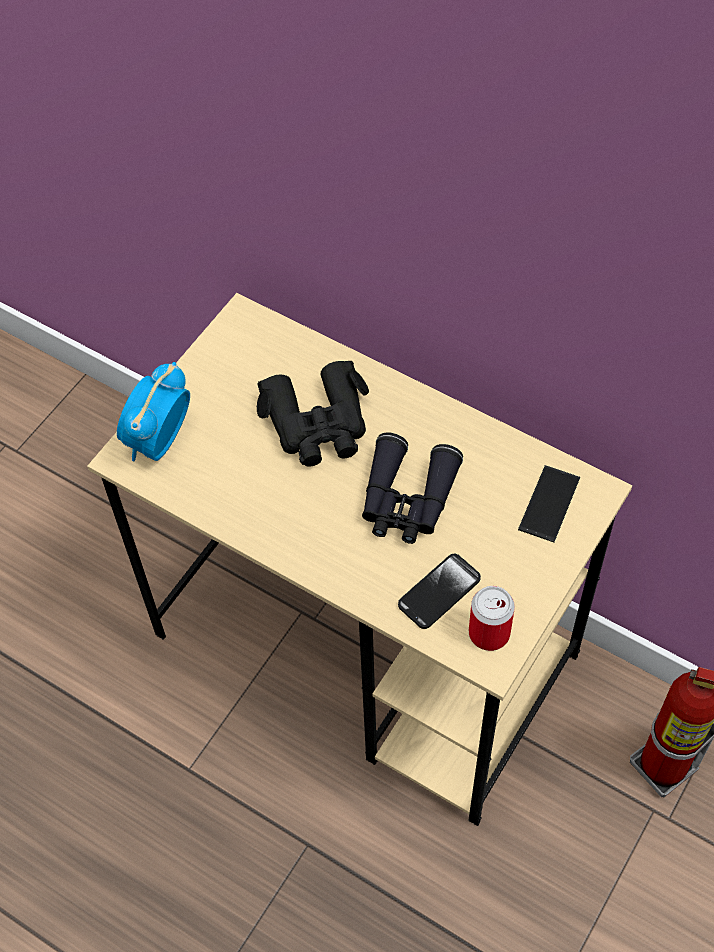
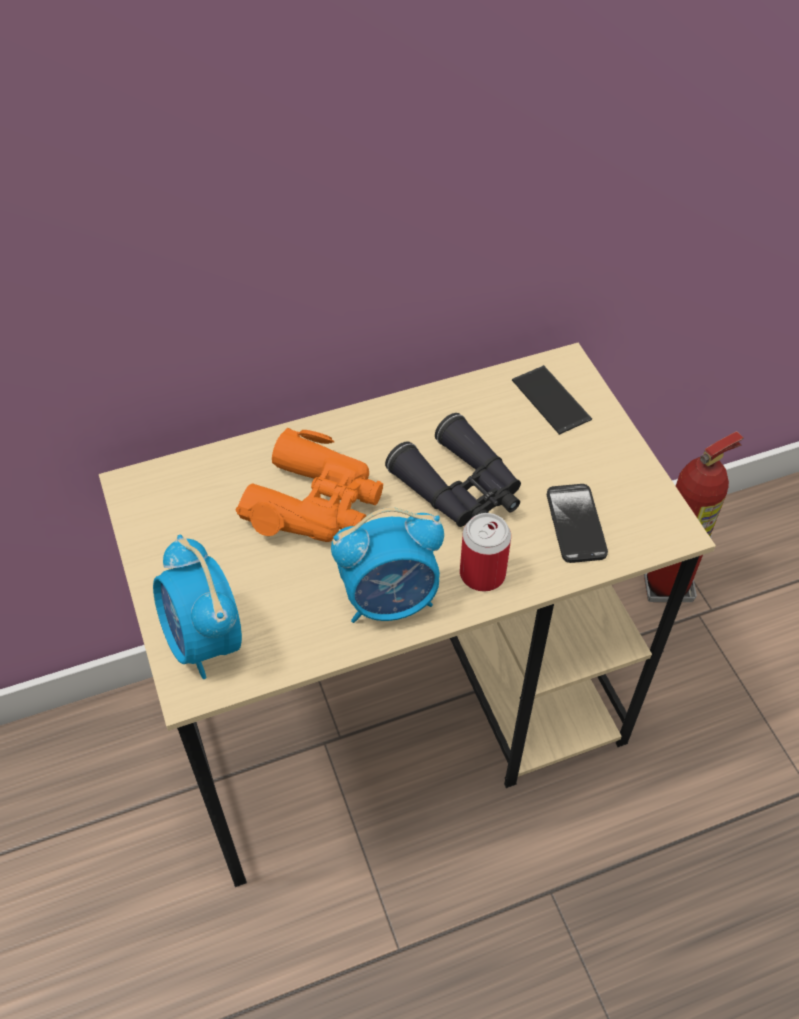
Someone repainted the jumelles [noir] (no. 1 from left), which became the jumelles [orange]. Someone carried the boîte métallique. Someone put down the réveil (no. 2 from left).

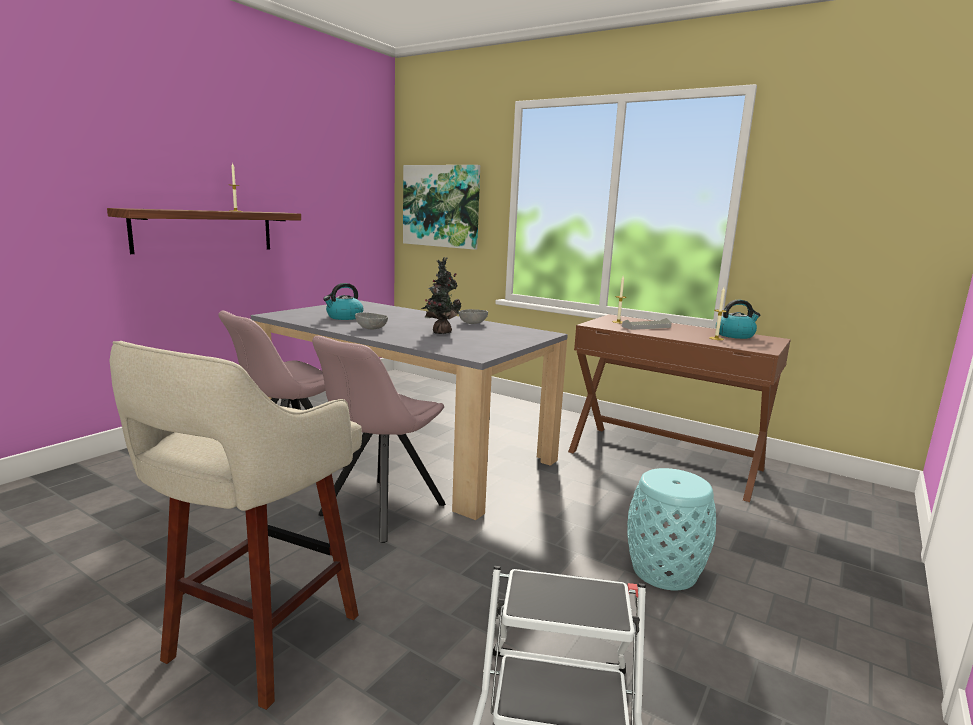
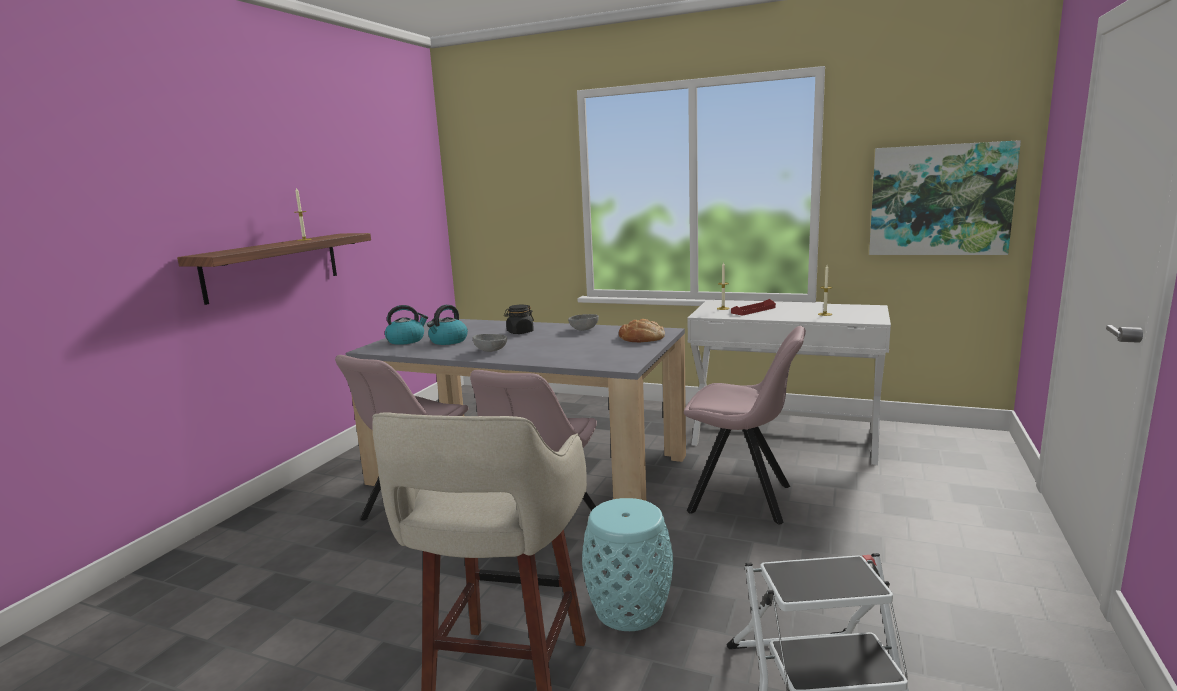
Someone carried the tableau. Someone took away the plante en pot. Someone carried the bouilloire (no. 2 from left in the first image). Someone repainted the table console [marron], which became the table console [blanc]. Someone repainted the plateau [gris], which became the plateau [rouge]. Someone carried the tabouret [turquoise]. Someone put down the bocal [noir]. Someone put down the pain. Someone put down the chaise [rose] (no. 3 from left).

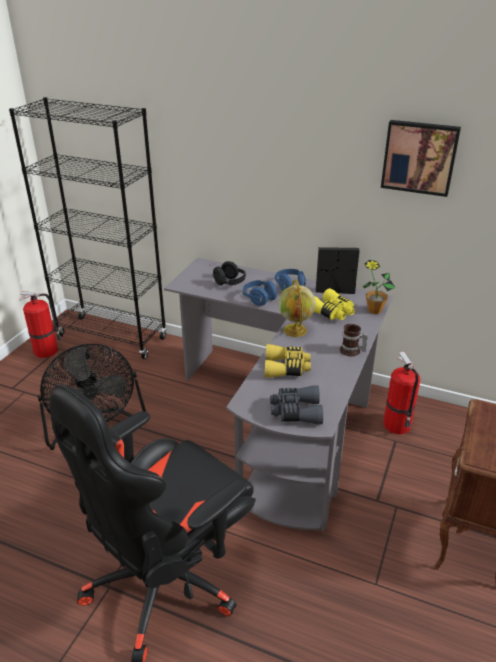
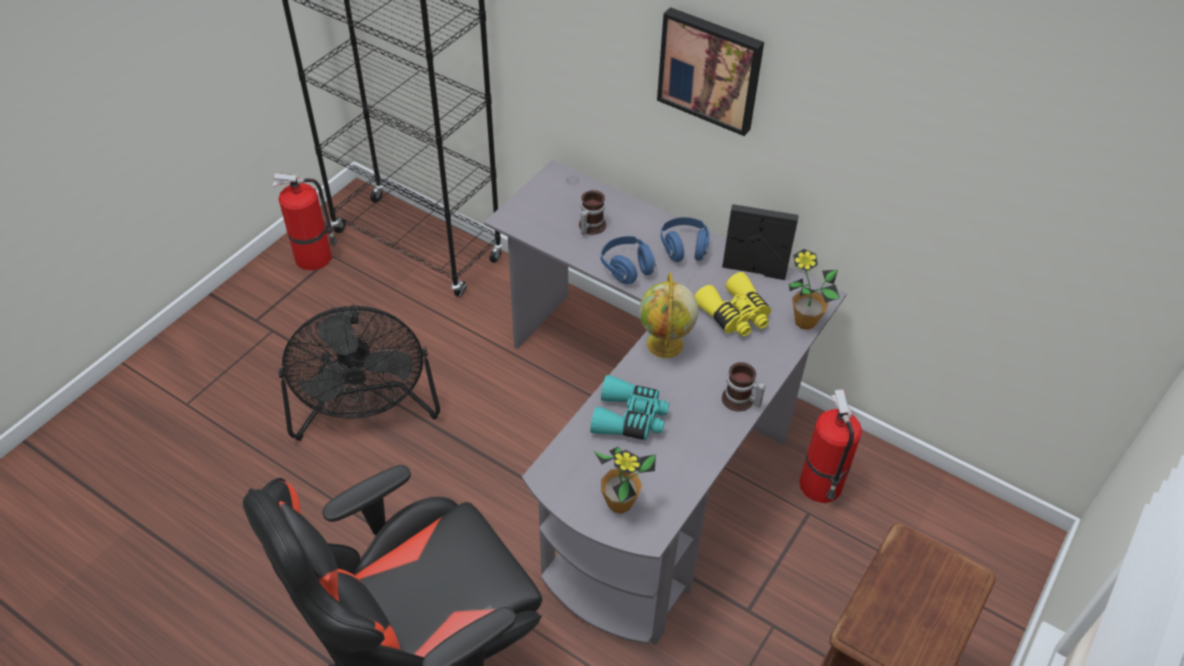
Someone carried the tableau. Someone swapped the casque audio [noir] for the mug (no. 1 from left). Someone repainted the jumelles [jaune] (no. 1 from left), which became the jumelles [turquoise]. Someone swapped the jumelles [gris] for the plante en pot (no. 1 from left).

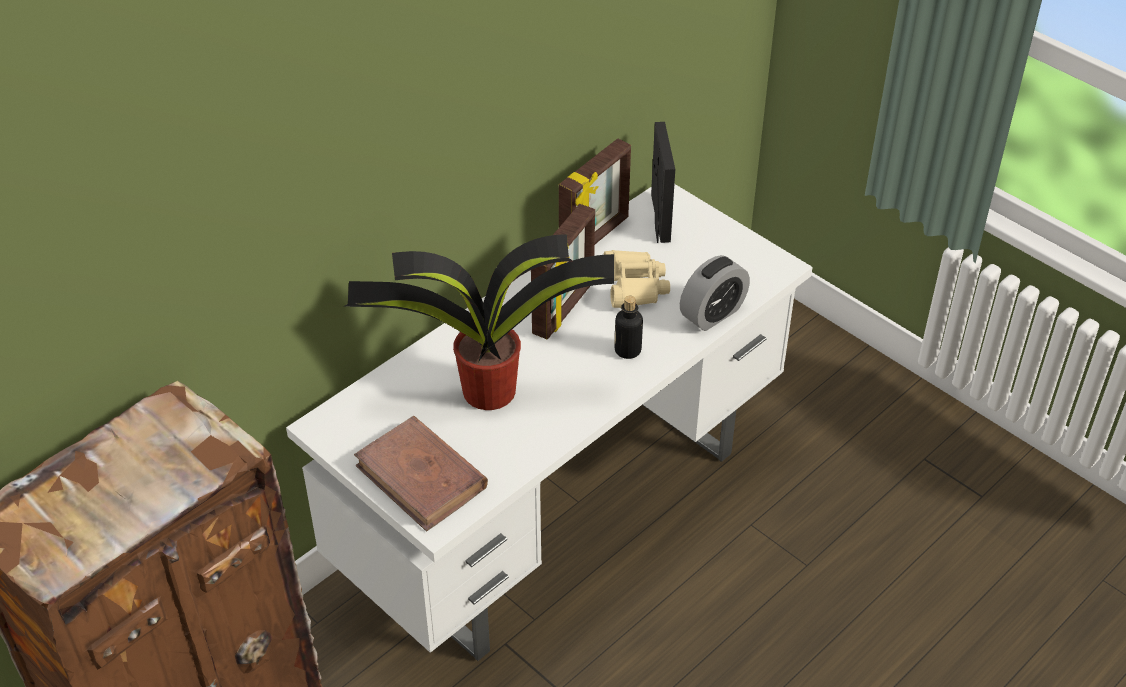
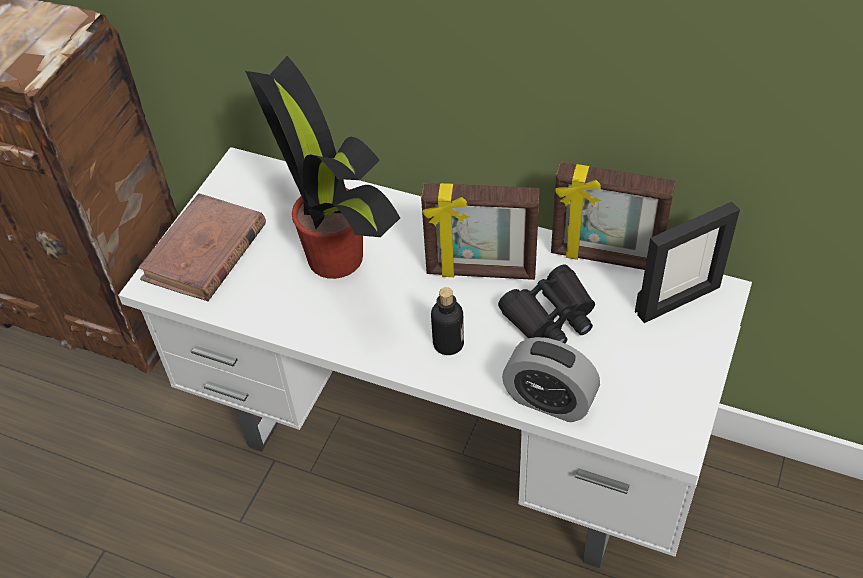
Someone repainted the jumelles [beige], which became the jumelles [noir].

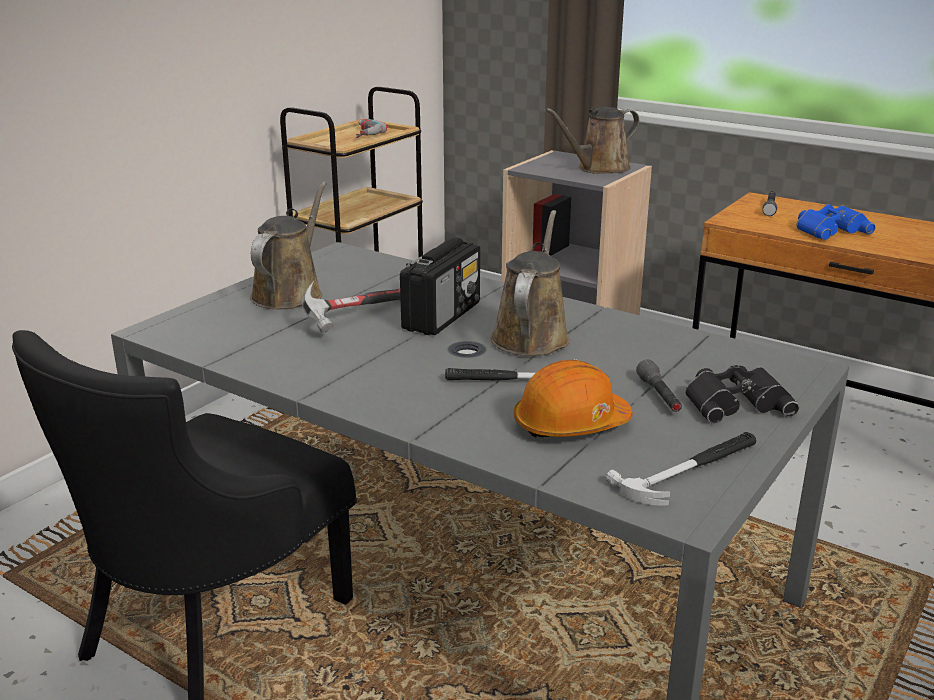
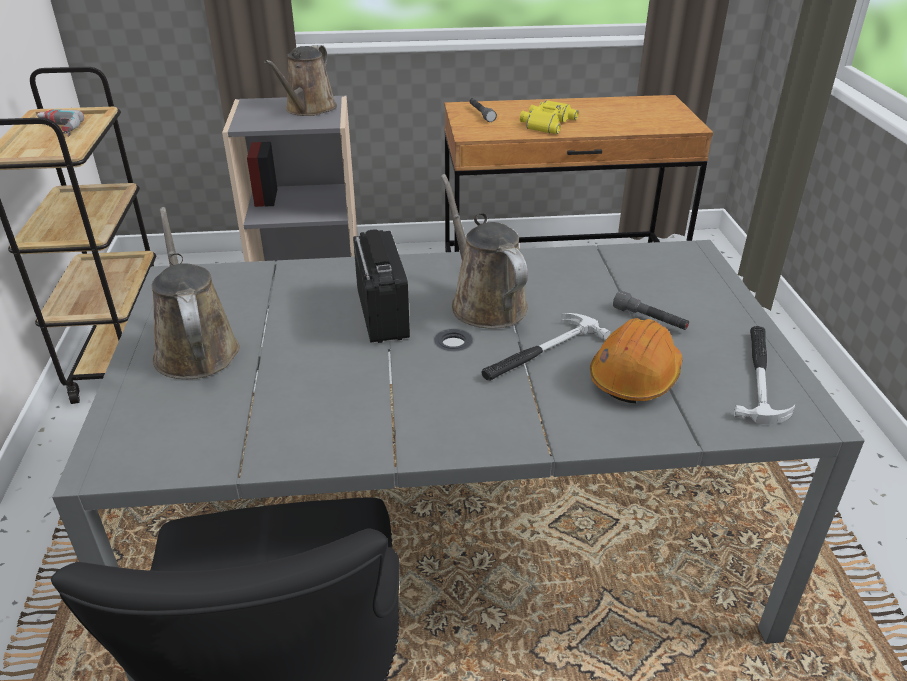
Someone repainted the jumelles [bleu], which became the jumelles [jaune]. Someone took away the marteau (no. 1 from left). Someone took away the jumelles [noir].

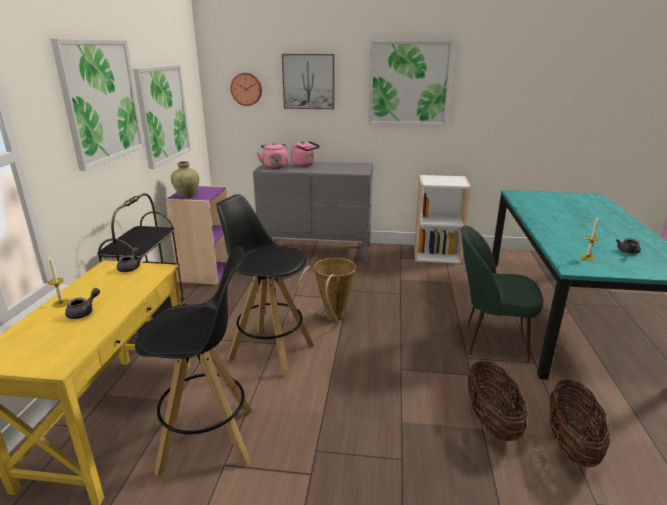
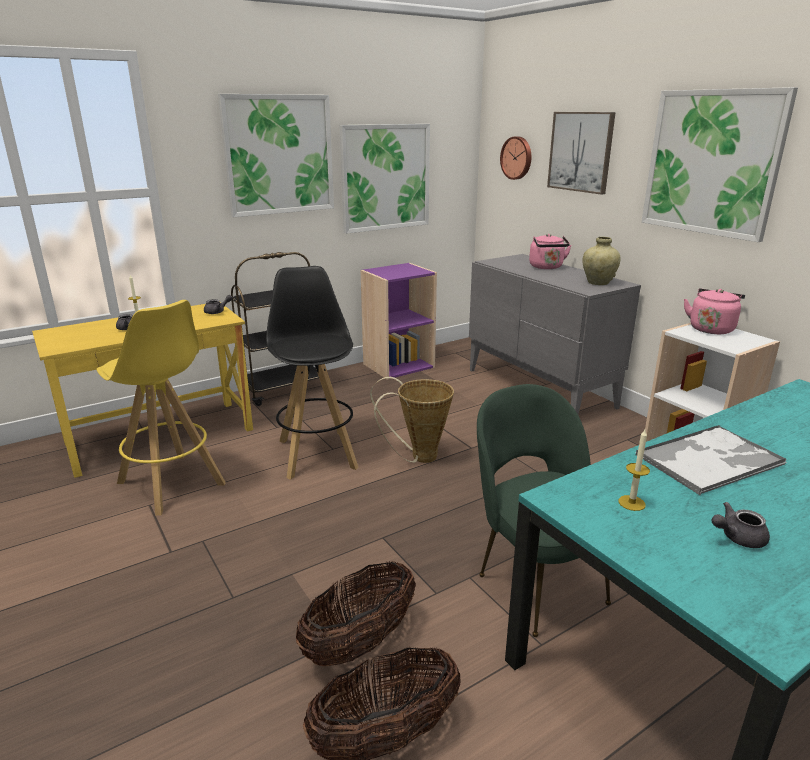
Someone carried the bouilloire [rose] (no. 1 from left in the first image). Someone carried the vase [beige]. Someone repainted the tabouret [noir] (no. 1 from left), which became the tabouret [jaune]. Someone put down the plateau.

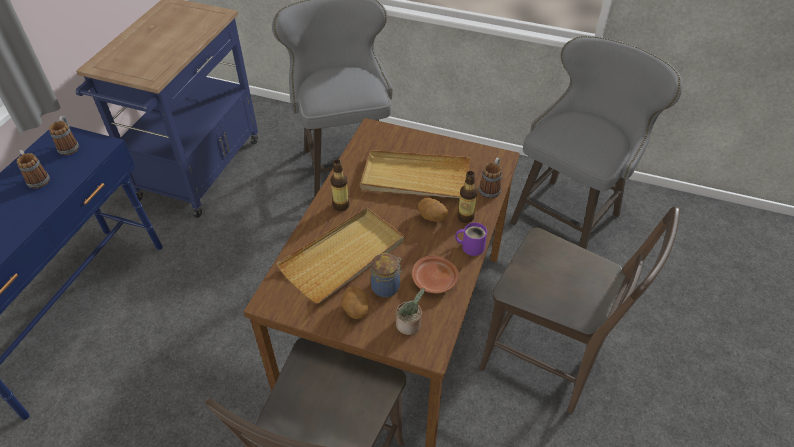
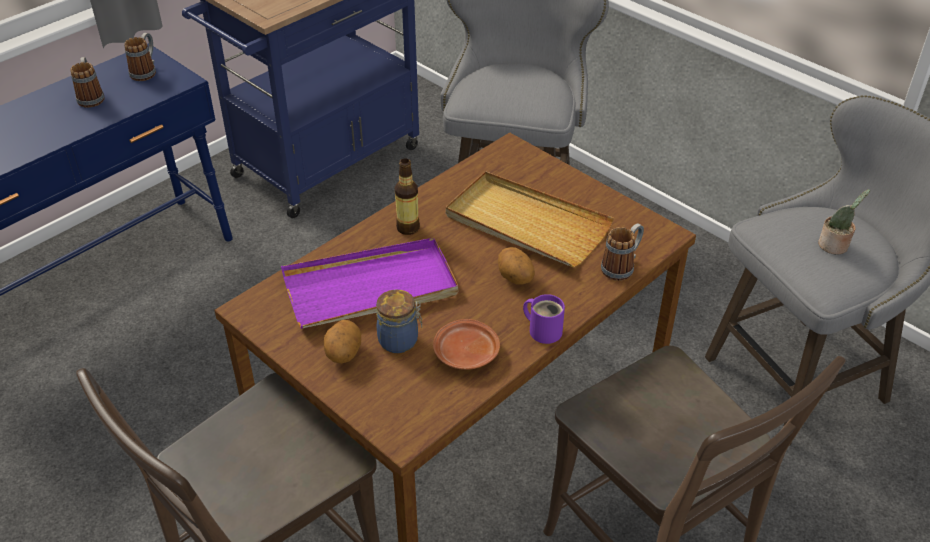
Someone took away the bouteille (no. 2 from left). Someone repainted the plateau [beige] (no. 1 from left), which became the plateau [violet]. Someone carried the plante en pot.

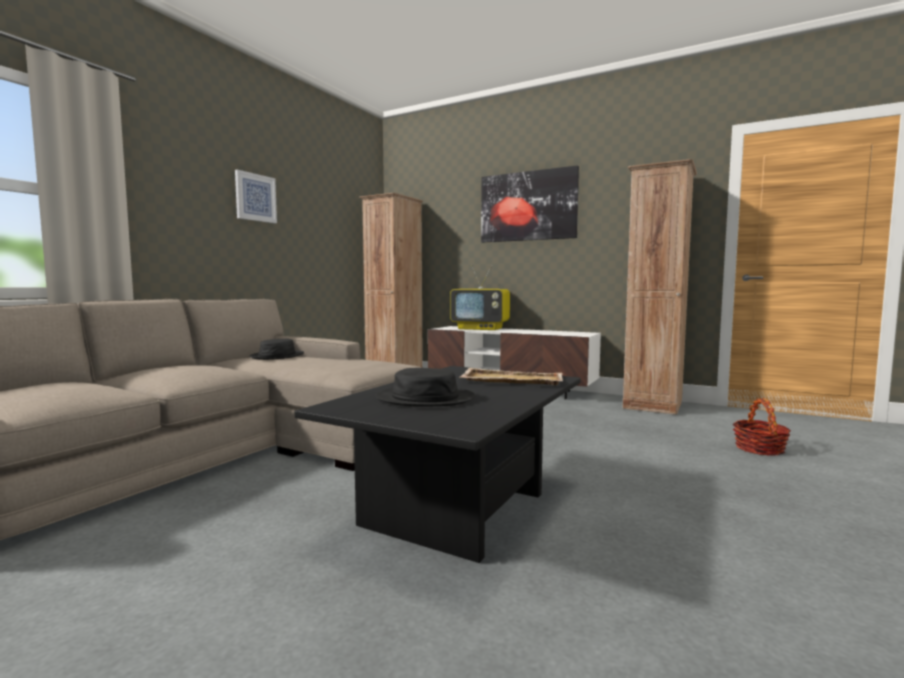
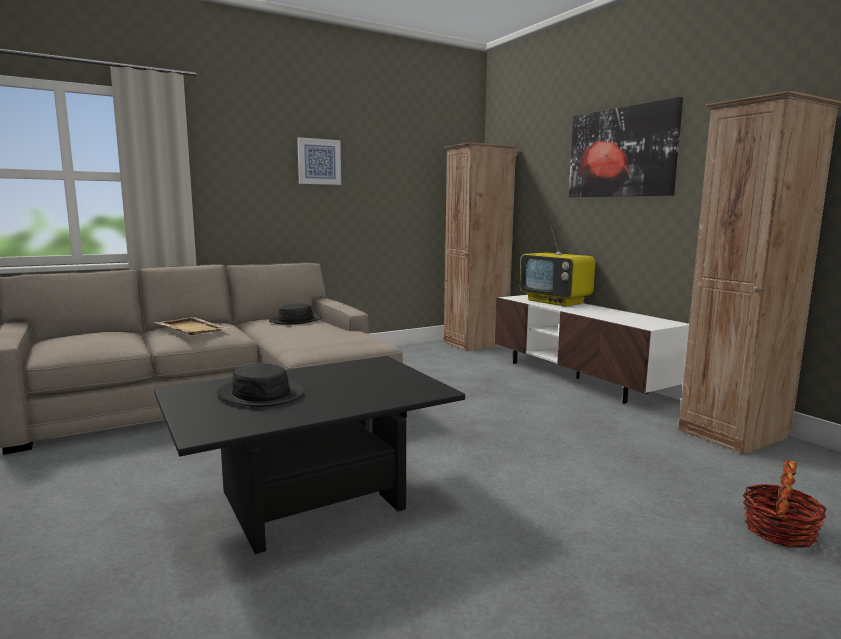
Someone carried the plateau [beige].

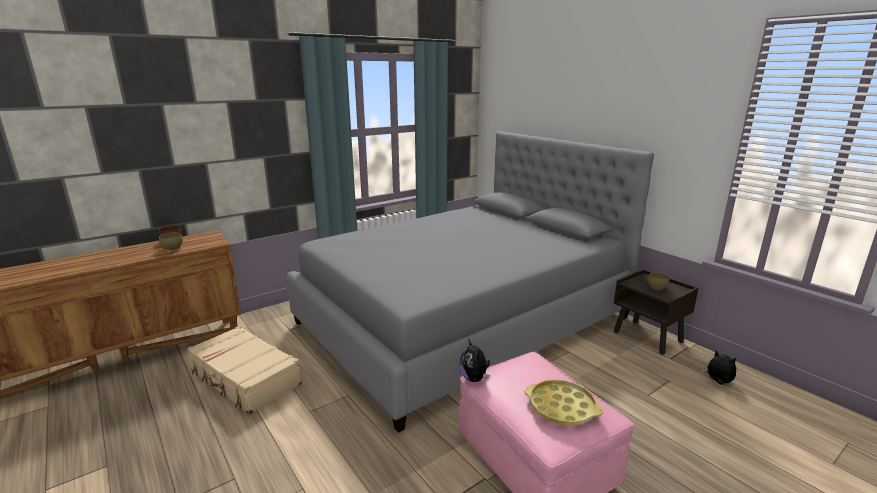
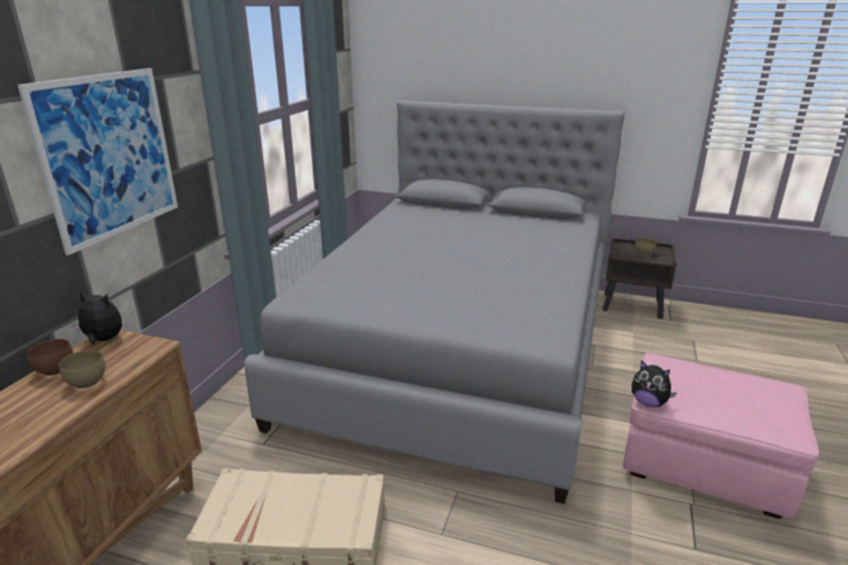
Someone carried the peluche (no. 2 from left in the first image). Someone took away the plateau [jaune]. Someone put up the tableau.

